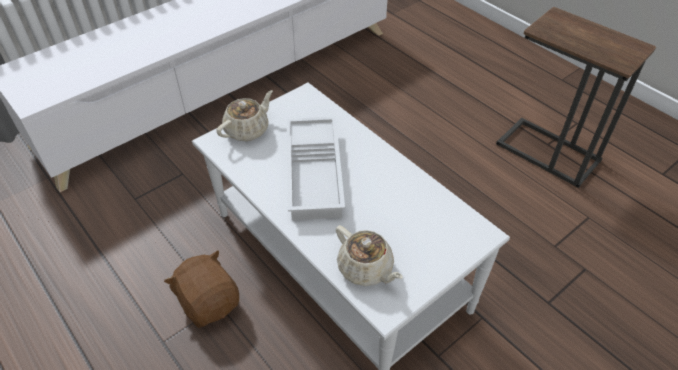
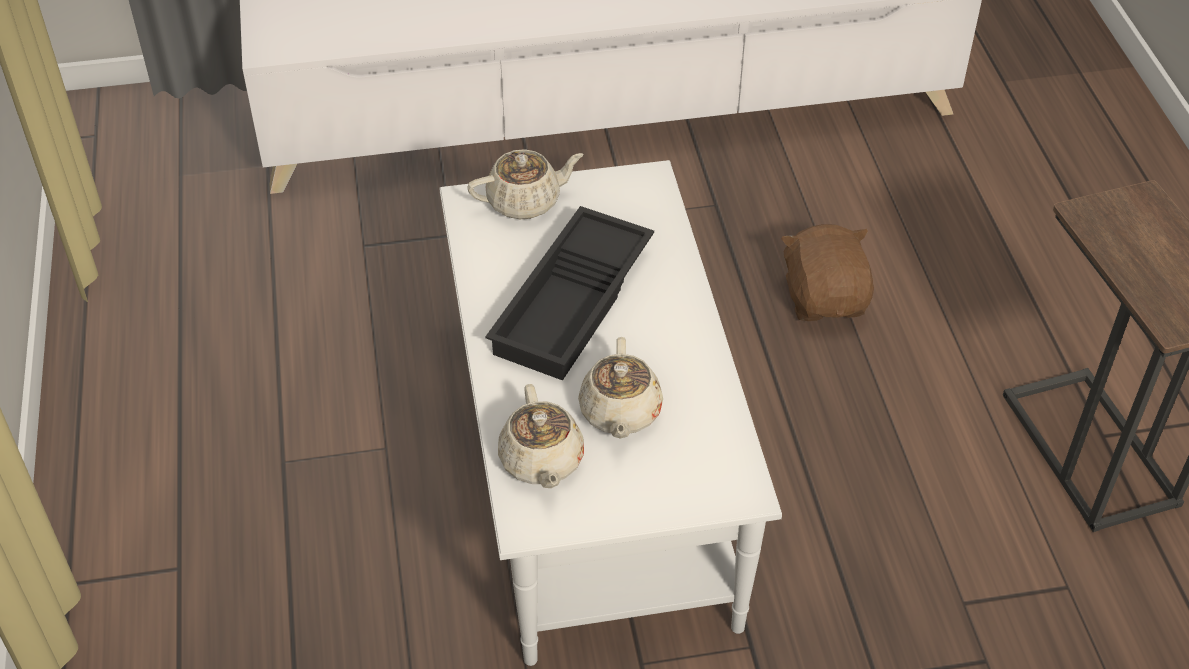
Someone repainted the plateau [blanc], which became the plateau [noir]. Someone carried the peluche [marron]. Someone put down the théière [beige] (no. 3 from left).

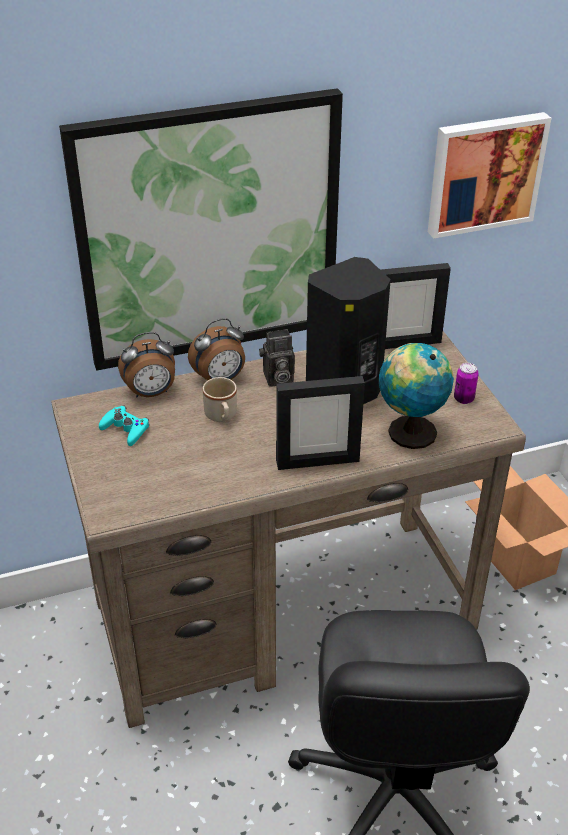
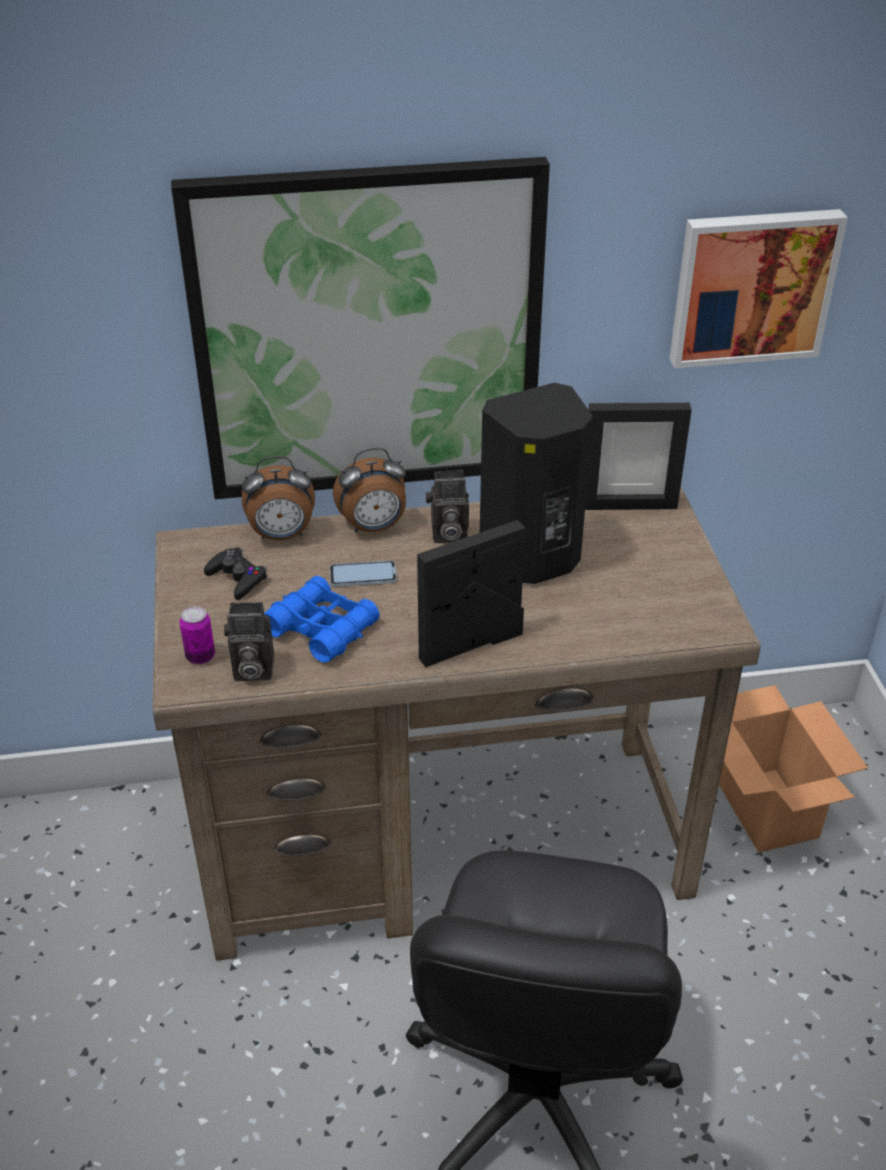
Someone took away the globe. Someone carried the boîte métallique. Someone rotated the cadre photo (no. 1 from left) by 150 degrees clockwise. Someone swapped the mug [beige] for the téléphone. Someone repainted the manette [turquoise], which became the manette [noir]. Someone put down the jumelles [bleu]. Someone put down the appareil photo (no. 1 from left).

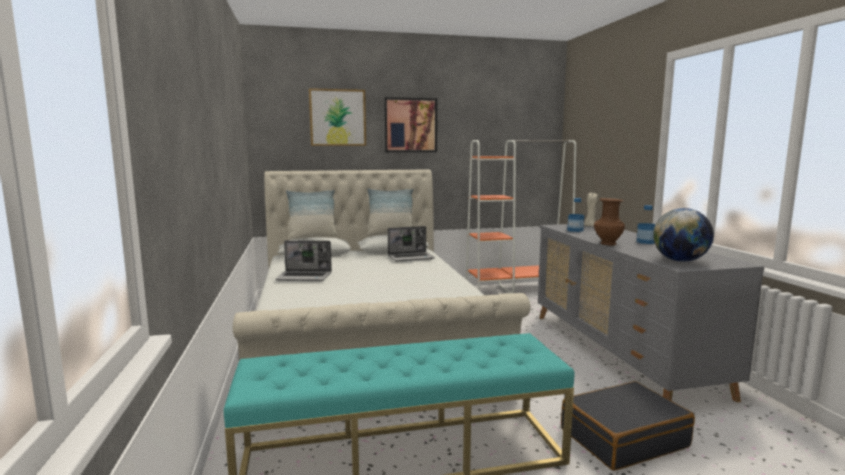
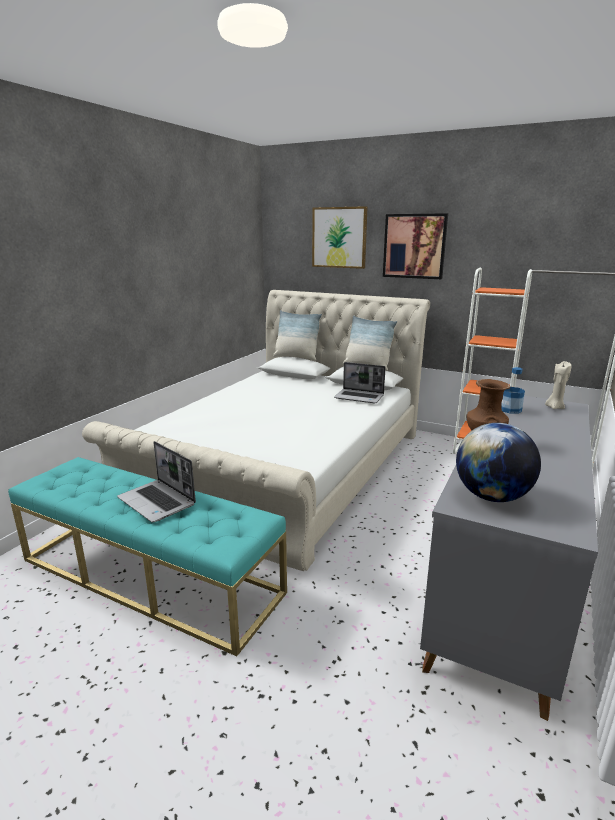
Someone took away the bouteille (no. 2 from left). Someone carried the ordinateur portable (no. 1 from left). Someone took away the valise [noir].

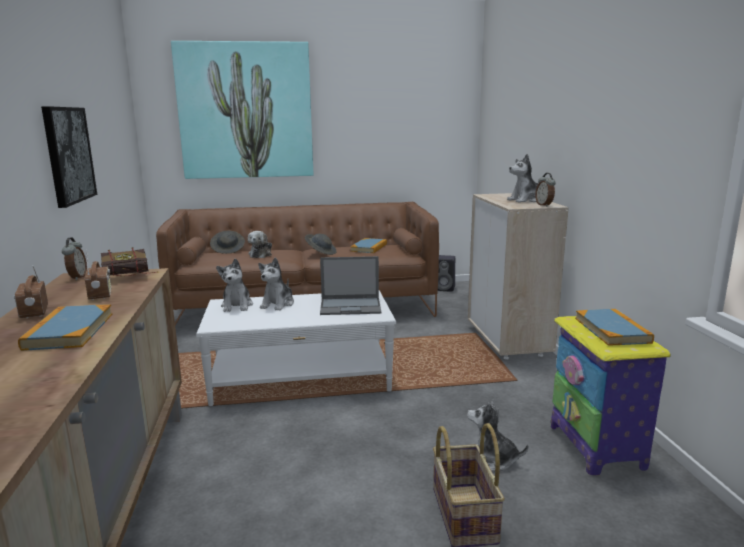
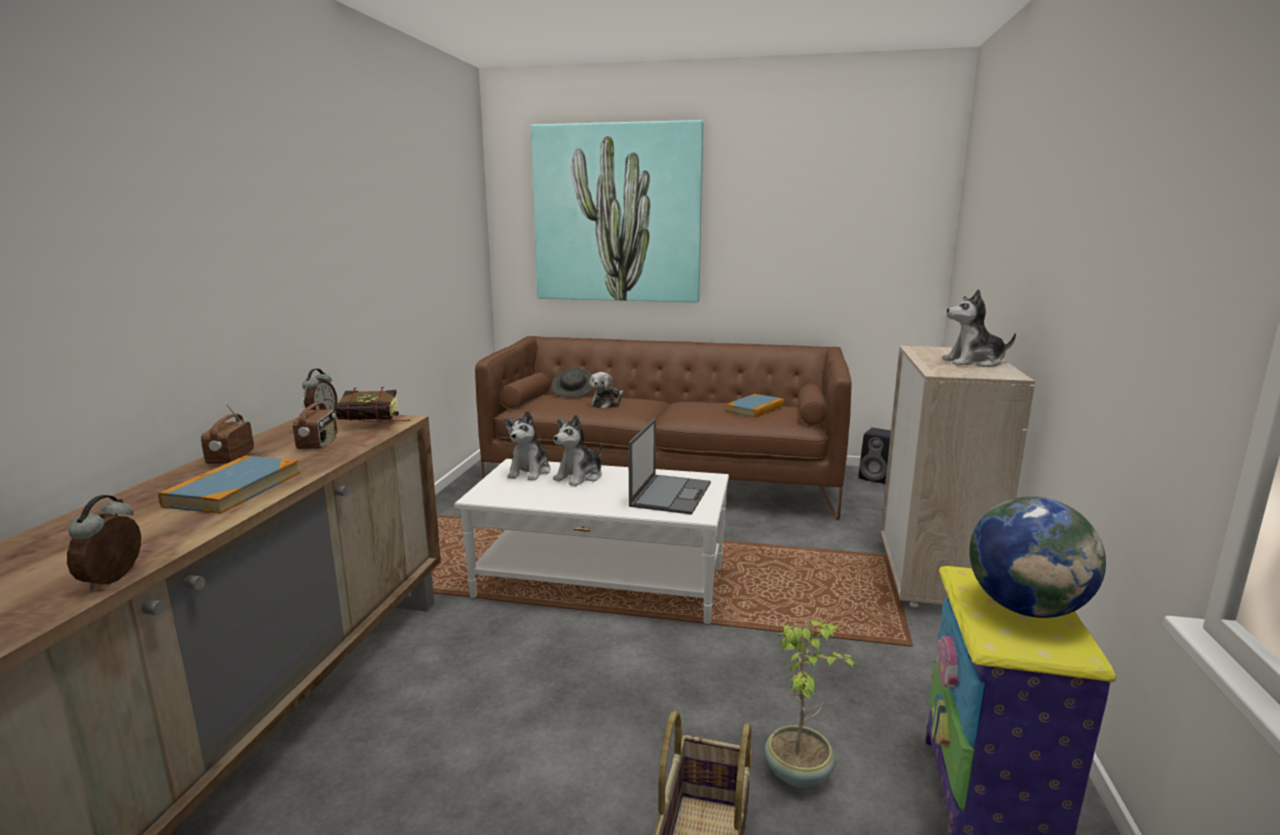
Someone took away the tableau (no. 1 from left). Someone carried the réveil (no. 2 from left in the first image). Someone took away the chapeau [gris] (no. 2 from left). Someone rotated the ordinateur portable by 90 degrees counterclockwise. Someone swapped the livre (no. 4 from left) for the globe. Someone swapped the peluche (no. 4 from left) for the plante en pot.

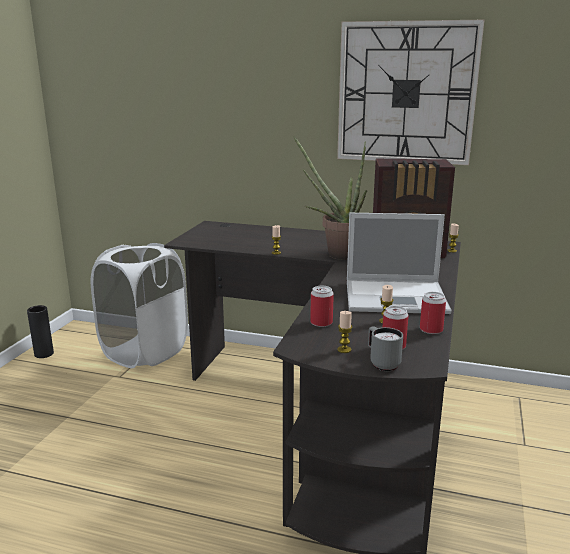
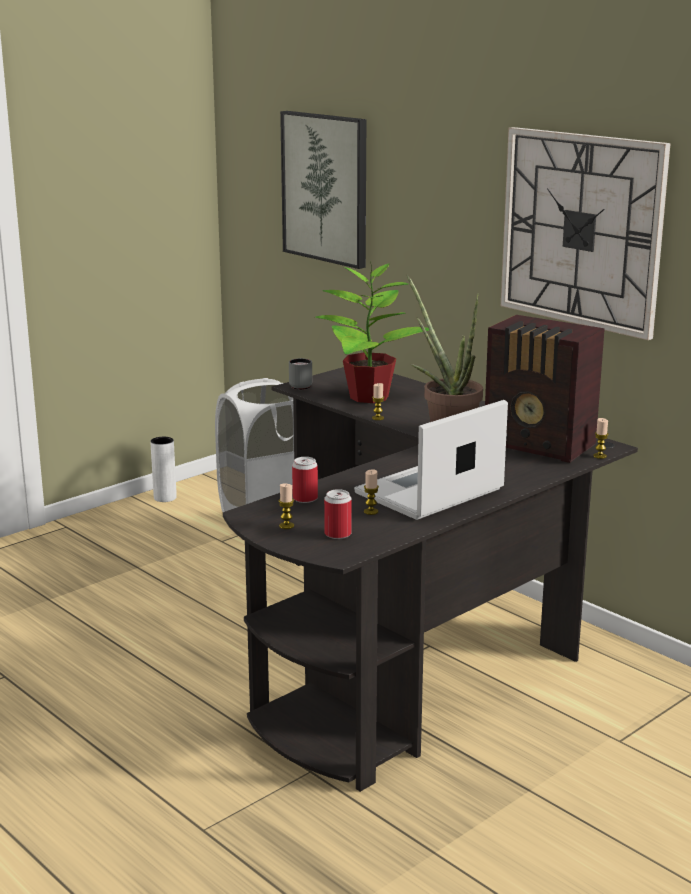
Someone rotated the ordinateur portable by 105 degrees clockwise. Someone took away the boîte métallique (no. 3 from left). Someone repainted the vase [noir], which became the vase [blanc]. Someone carried the mug [gris]. Someone put up the tableau. Someone put down the plante en pot (no. 1 from left).

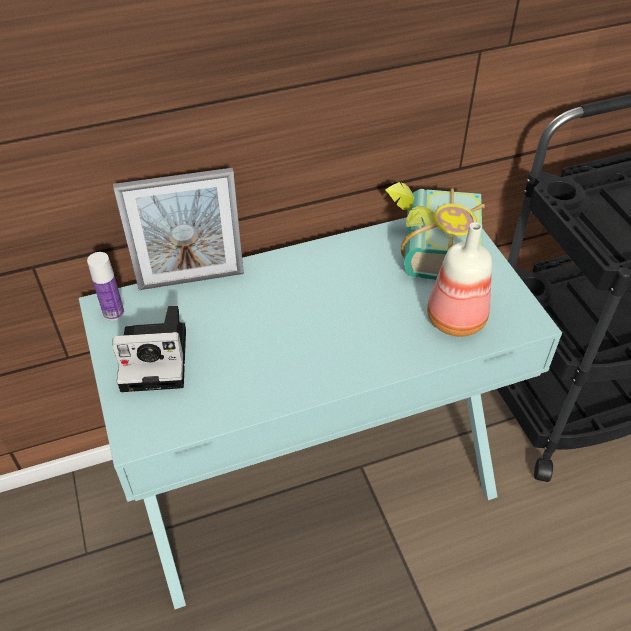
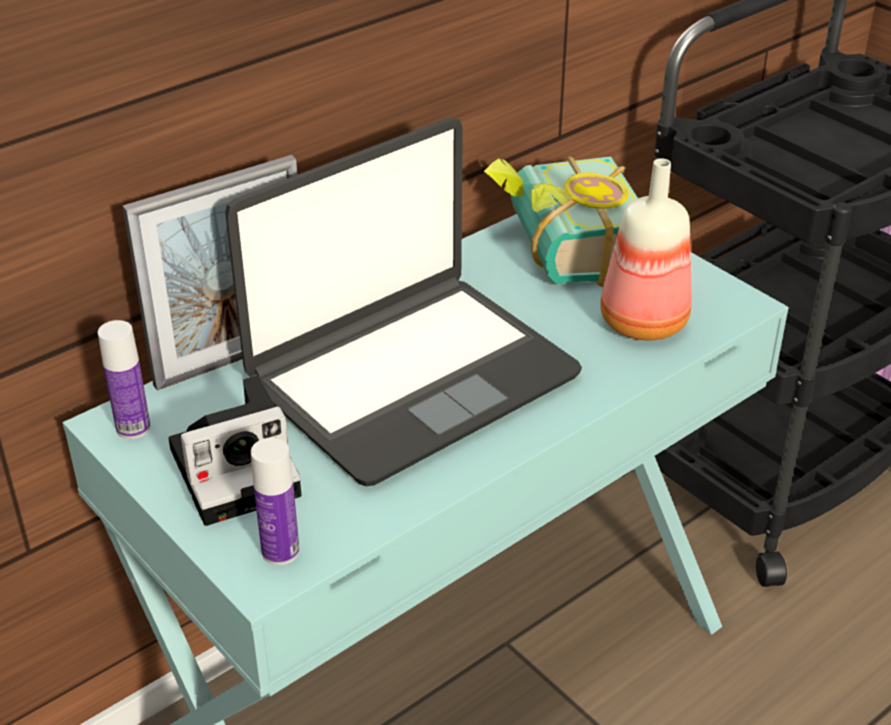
Someone put down the ordinateur portable. Someone put down the bouteille (no. 2 from left).

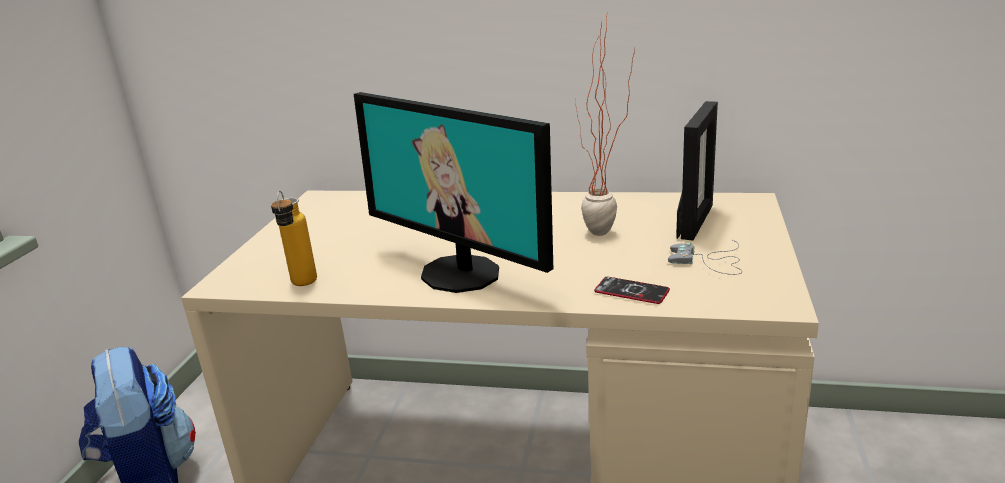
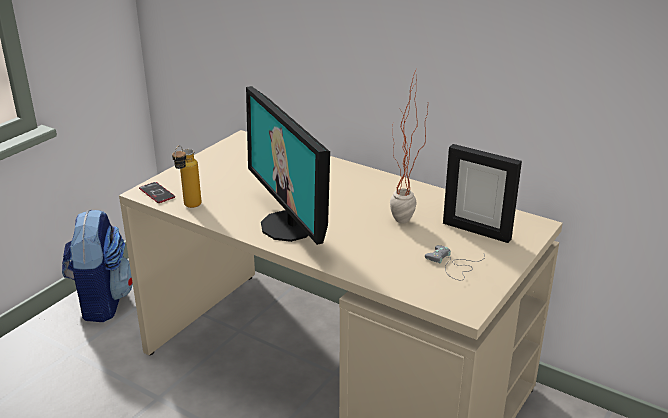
Someone rotated the cadre photo by 75 degrees clockwise. Someone carried the téléphone.

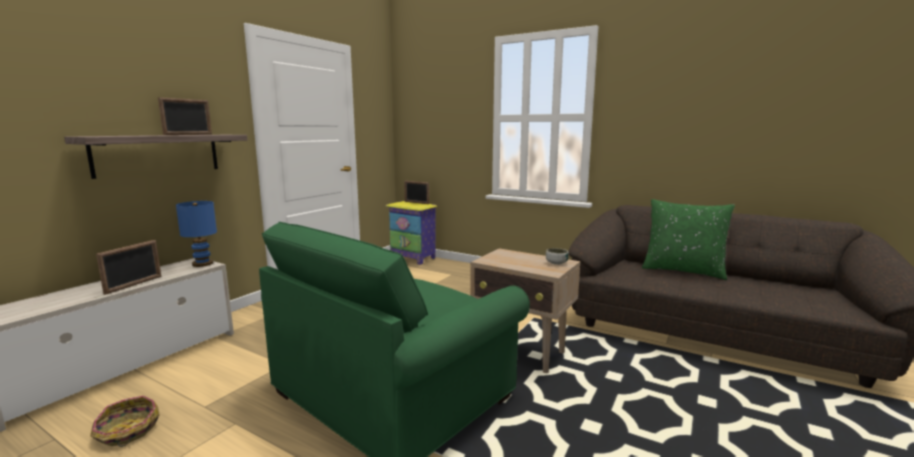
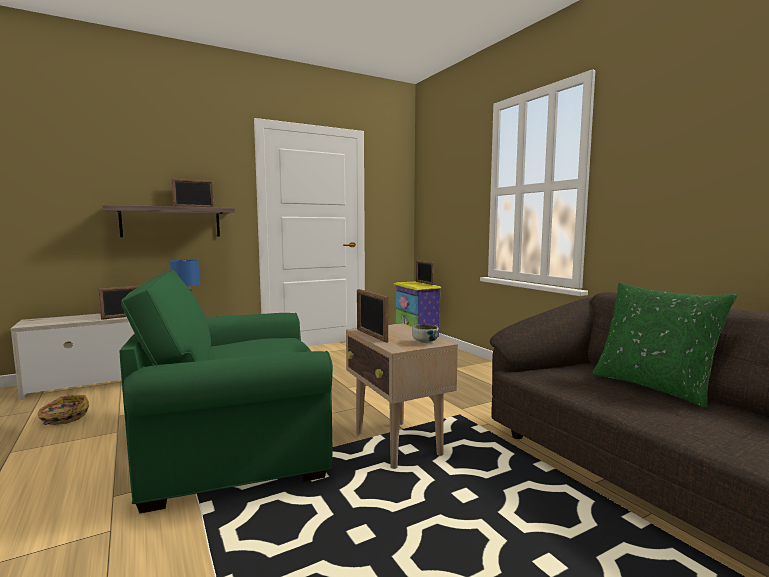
Someone put down the cadre photo (no. 3 from left).

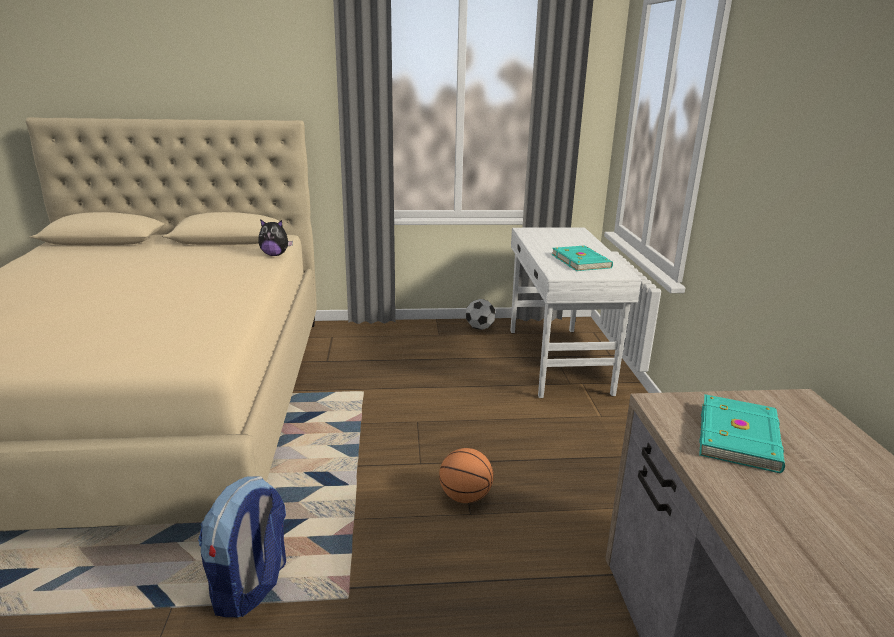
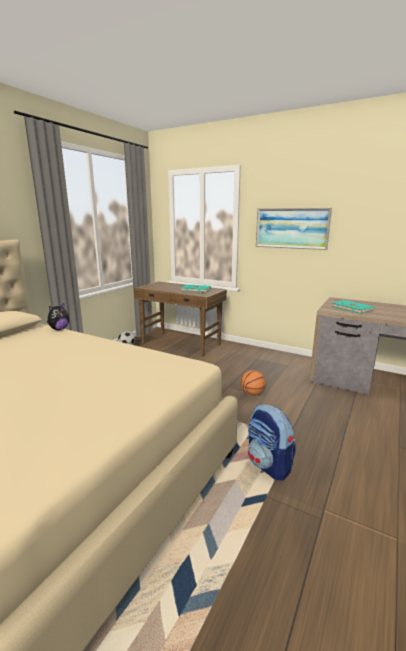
Someone repainted the table console [blanc], which became the table console [marron]. Someone put up the tableau.

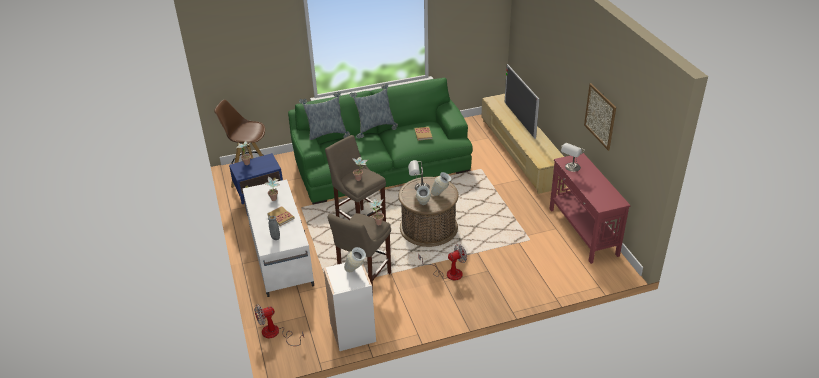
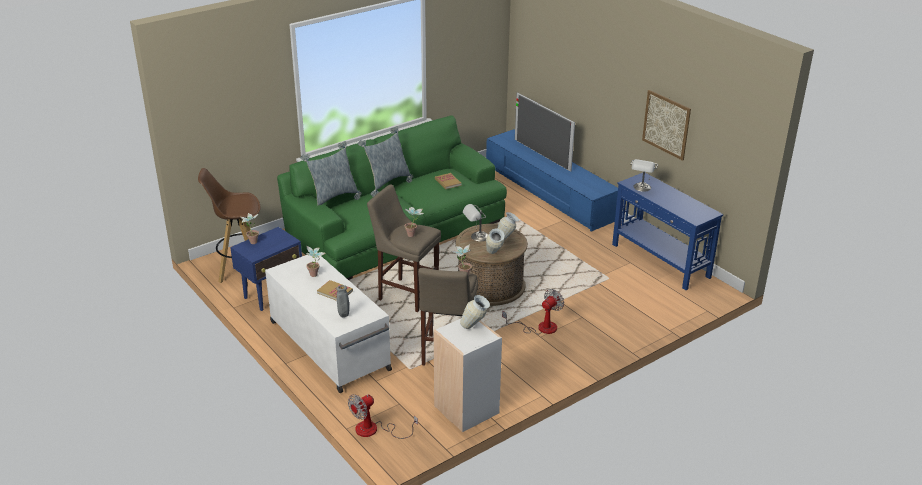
Someone repainted the meuble télé [beige], which became the meuble télé [bleu]. Someone repainted the table console [rouge], which became the table console [bleu].

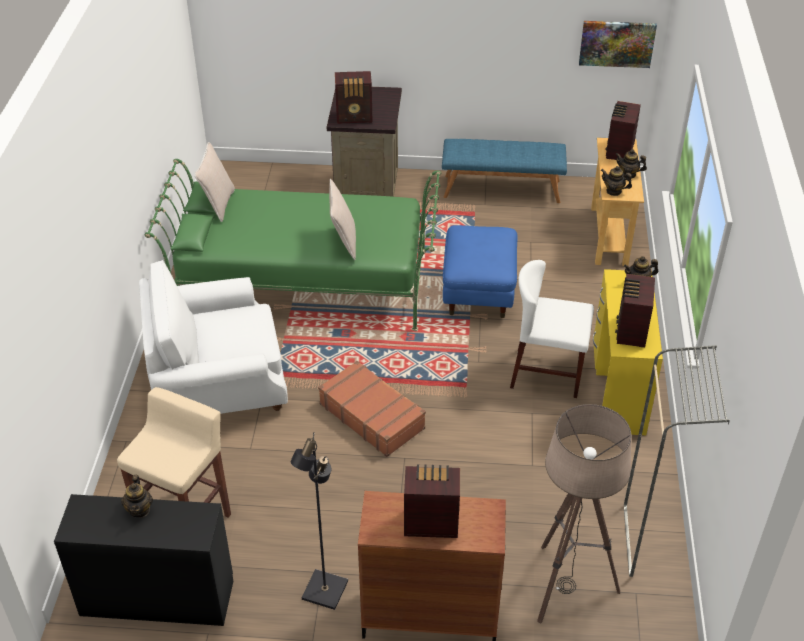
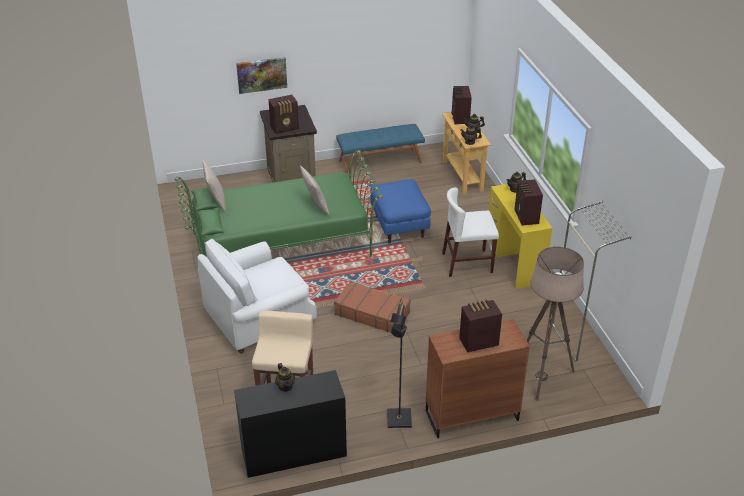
Someone carried the tableau.

